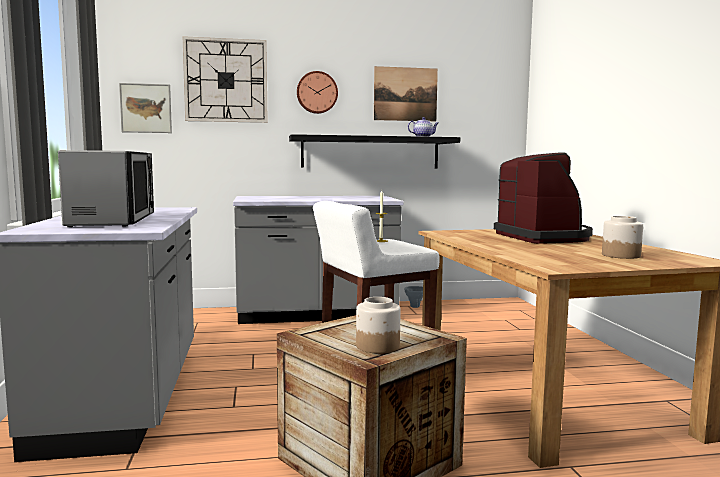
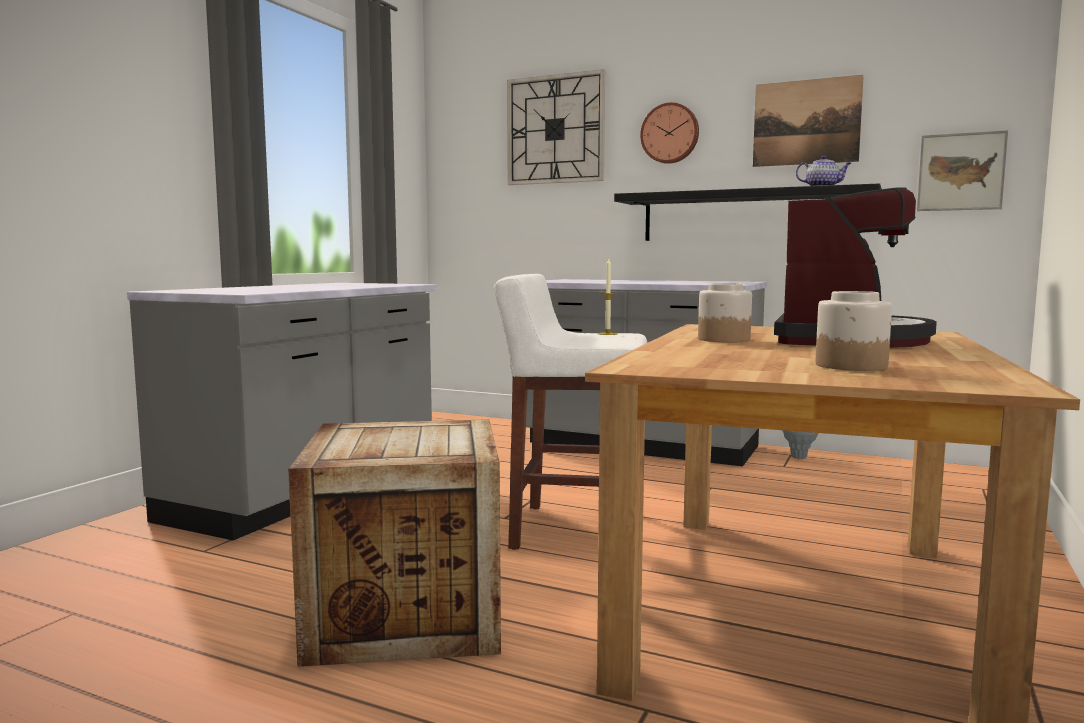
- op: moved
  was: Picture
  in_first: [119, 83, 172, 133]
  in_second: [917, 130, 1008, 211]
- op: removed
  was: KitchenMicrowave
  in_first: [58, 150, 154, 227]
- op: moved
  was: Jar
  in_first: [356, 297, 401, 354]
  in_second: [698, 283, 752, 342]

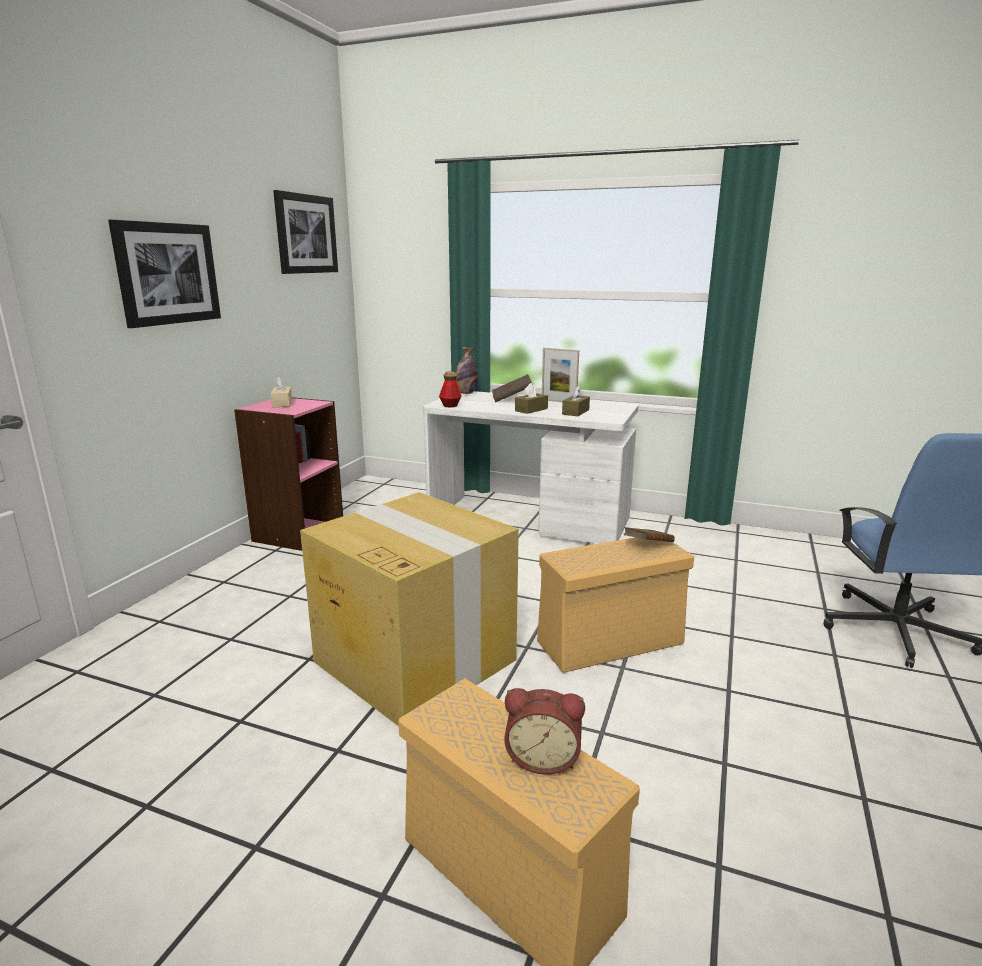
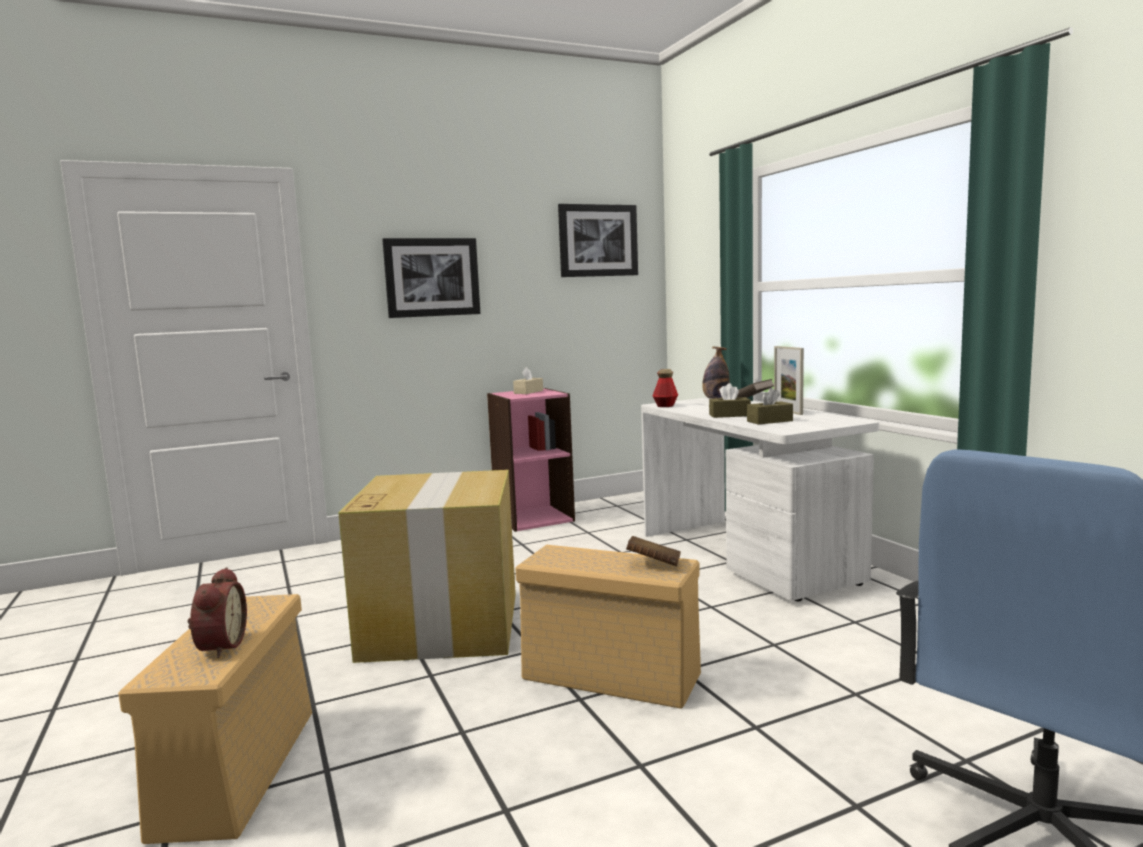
- op: turned
  was: BedsideClock
  in_first: [505, 688, 585, 775]
  in_second: [188, 567, 247, 658]
  clockwise: -150

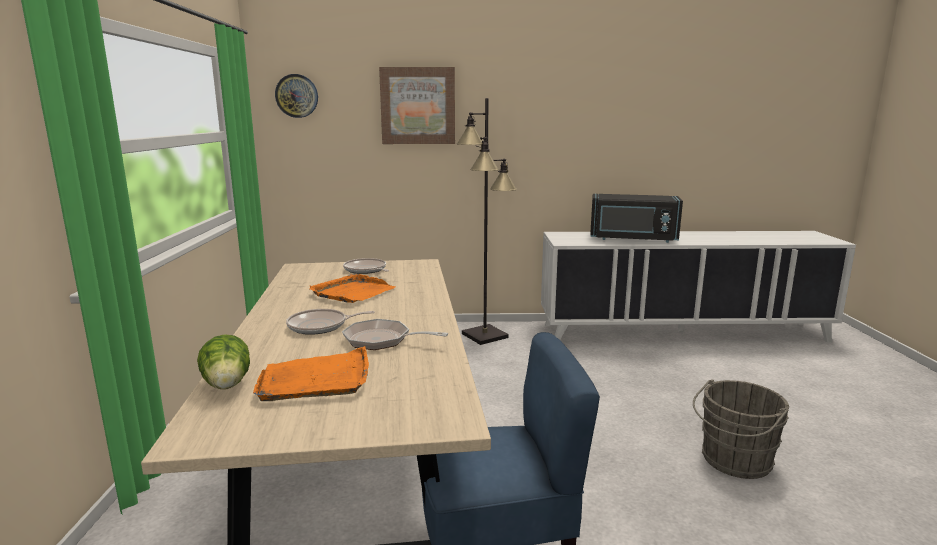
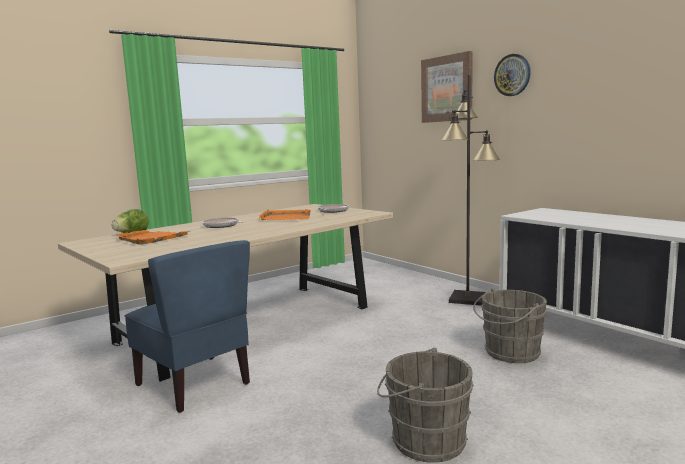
- op: moved
  was: ClockOnTheWall
  in_first: [275, 74, 318, 118]
  in_second: [494, 54, 531, 96]
- op: removed
  was: BlackKitchenMicrowave
  in_first: [591, 194, 683, 243]
- op: removed
  was: FryingPan
  in_first: [342, 319, 448, 350]
- op: added
  now: GrayWaterBucket
  in_second: [473, 288, 547, 363]

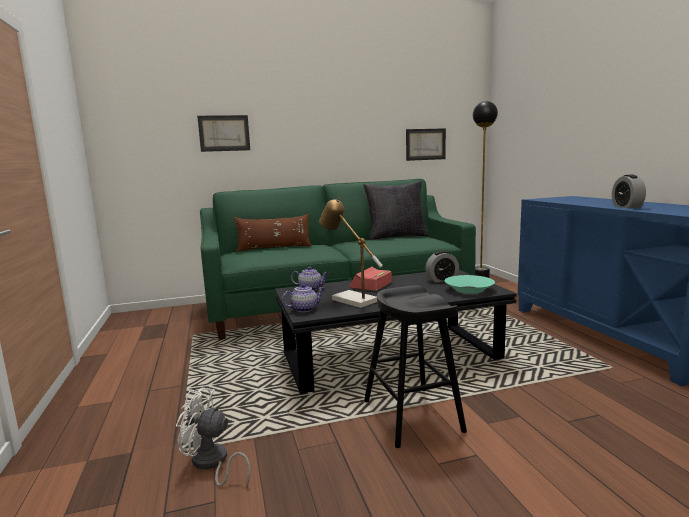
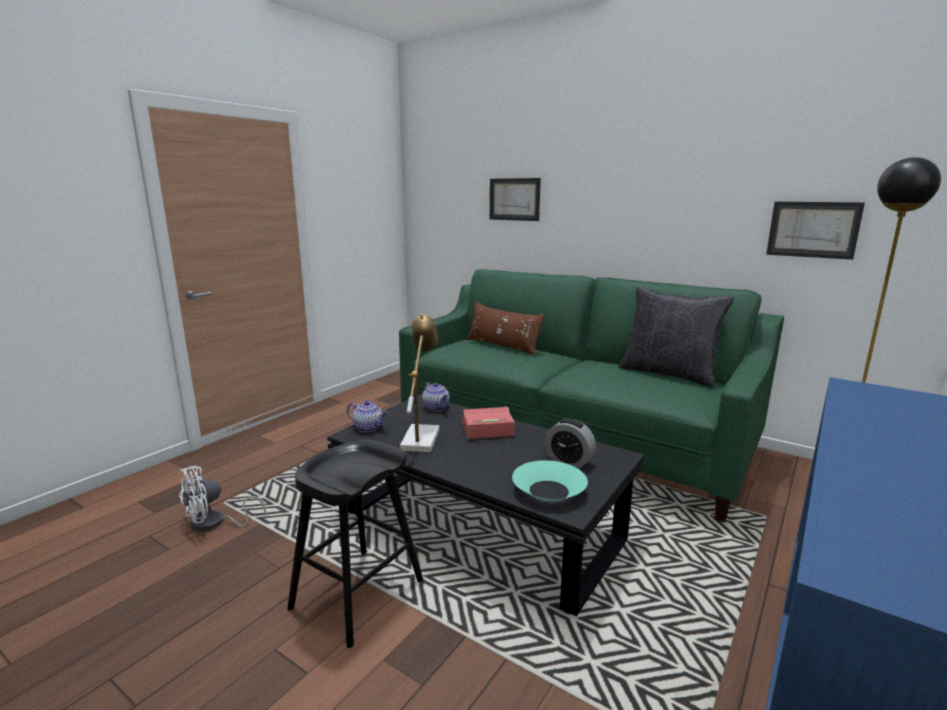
- op: removed
  was: BedsideClock
  in_first: [612, 174, 646, 208]
- op: turned
  was: WhitishFan
  in_first: [176, 388, 251, 487]
  in_second: [179, 466, 266, 532]
  clockwise: -105

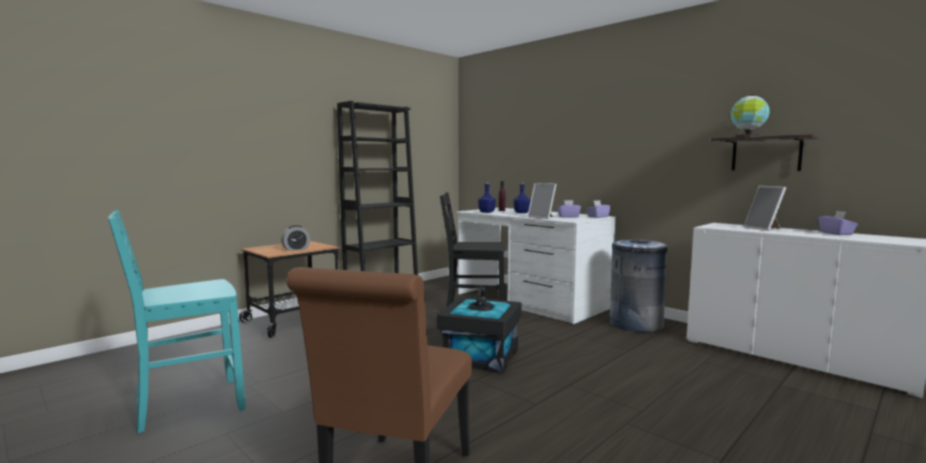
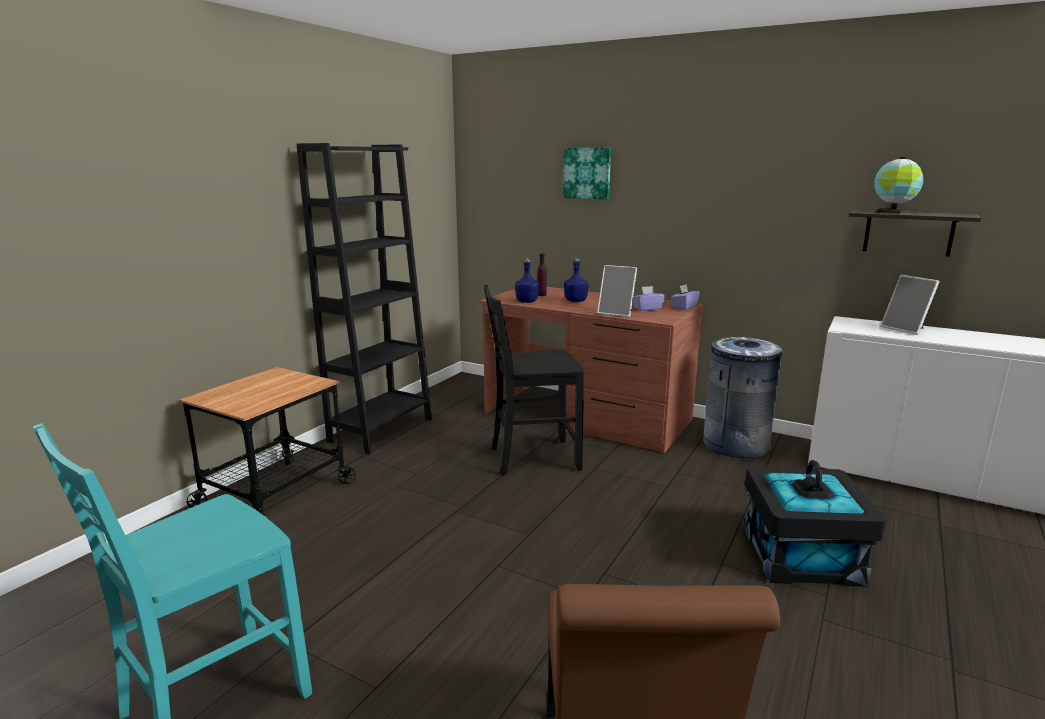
- op: recoloured
  was: WhitishDesk
  now: BrownishDesk
  in_first: [456, 208, 616, 324]
  in_second: [480, 287, 703, 454]
- op: removed
  was: PurpleColouredBoxOfTissues
  in_first: [818, 211, 858, 235]
- op: removed
  was: BedsideClock
  in_first: [281, 225, 310, 251]
- op: moved
  was: BlackStorageBox
  in_first: [437, 286, 522, 373]
  in_second: [744, 460, 887, 587]
- op: added
  now: Picture
  in_second: [563, 148, 611, 199]

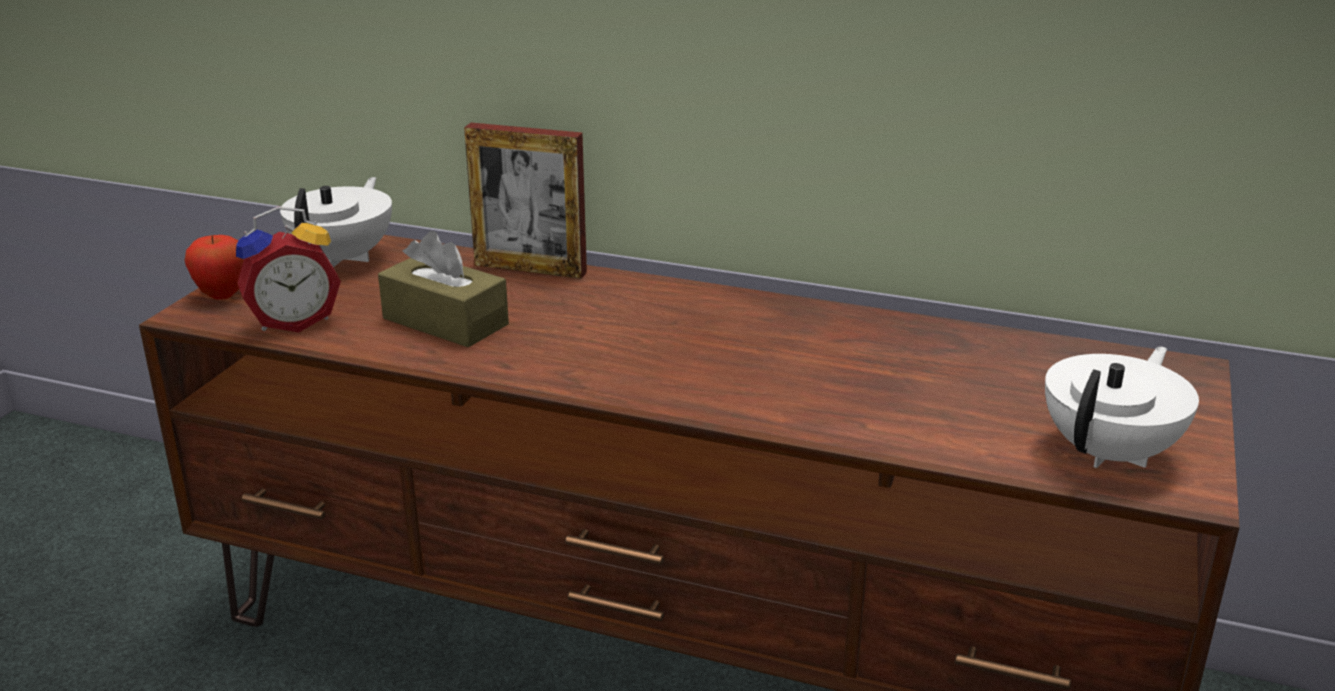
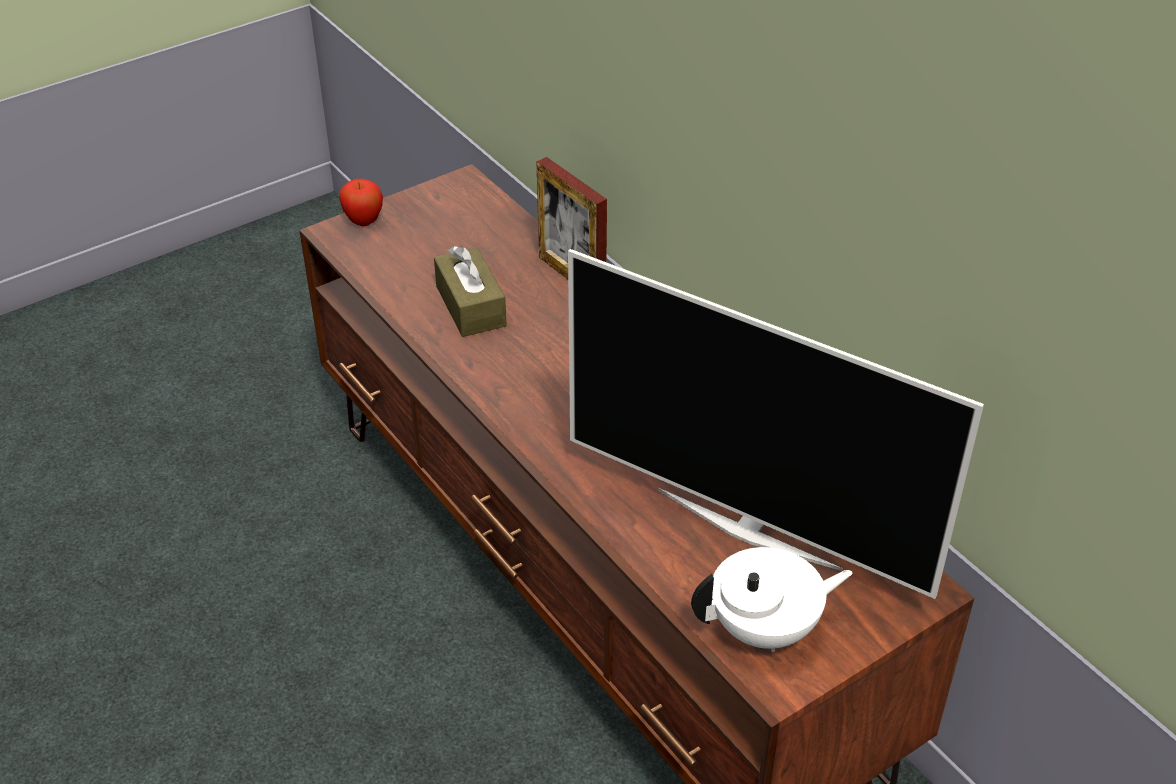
- op: removed
  was: WhitishPotForTea
  in_first: [280, 177, 392, 267]
- op: removed
  was: BedsideClock
  in_first: [236, 207, 341, 332]
- op: added
  now: Television
  in_second: [568, 249, 984, 599]

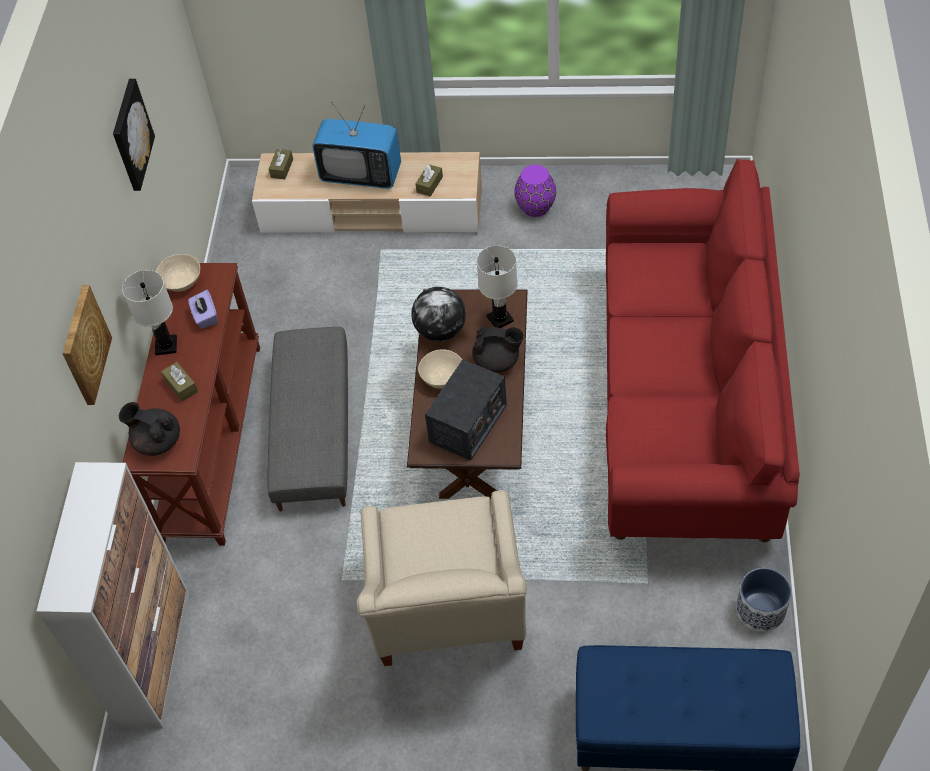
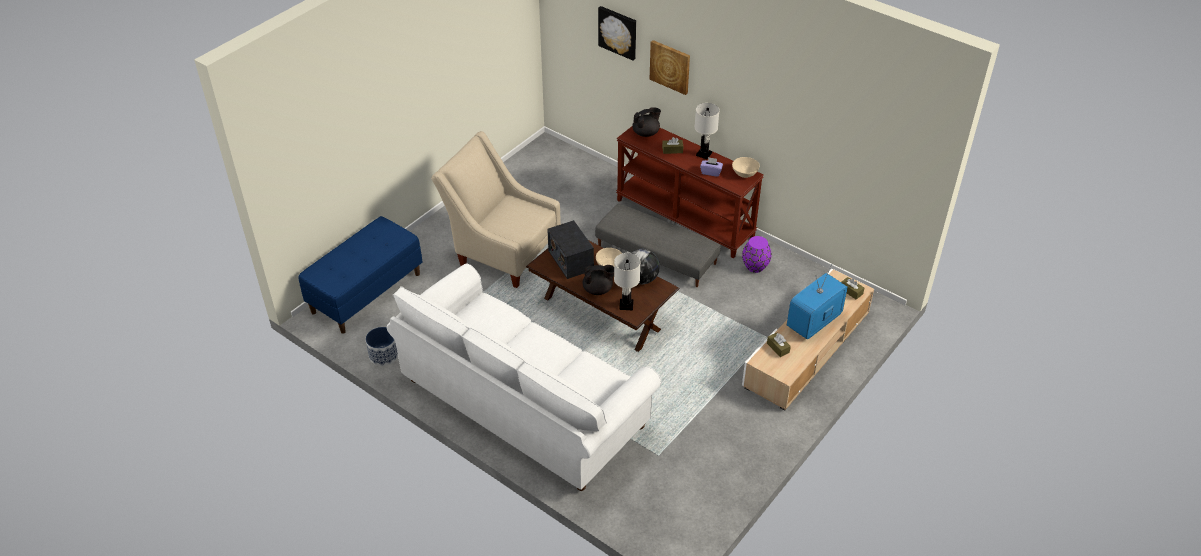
- op: moved
  was: Picture
  in_first: [113, 79, 155, 191]
  in_second: [598, 6, 636, 60]
- op: recoloured
  was: ReddishCouch
  now: WhitishCouch
  in_first: [606, 159, 800, 542]
  in_second: [387, 264, 662, 491]
- op: moved
  was: PurpleColouredFlowerVase
  in_first: [514, 165, 556, 217]
  in_second: [742, 236, 771, 273]
- op: turned
  was: BlackPotForTea
  in_first: [472, 326, 524, 373]
  in_second: [582, 265, 614, 295]
  clockwise: -135
- op: removed
  was: Cabinet
  in_first: [36, 462, 189, 729]

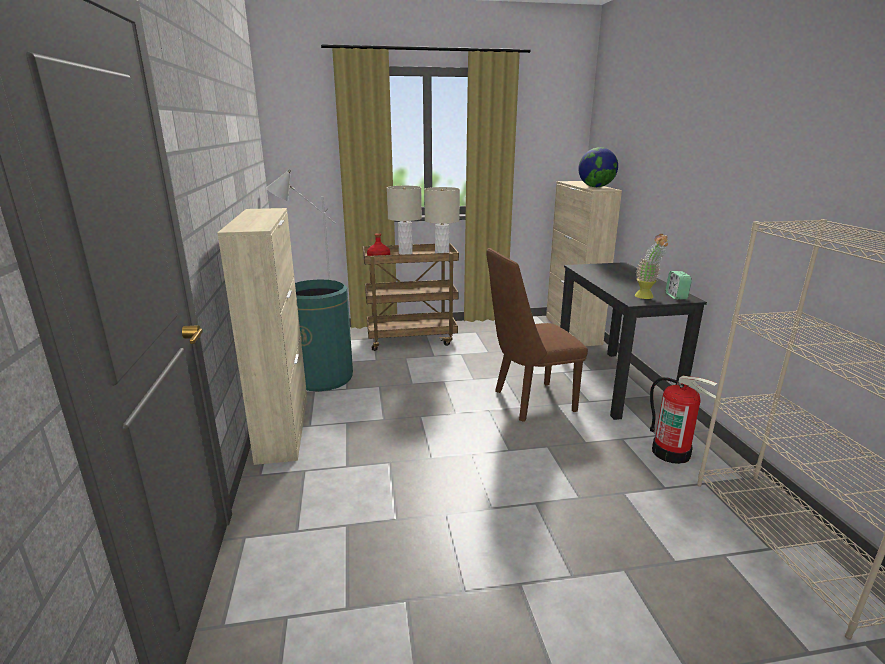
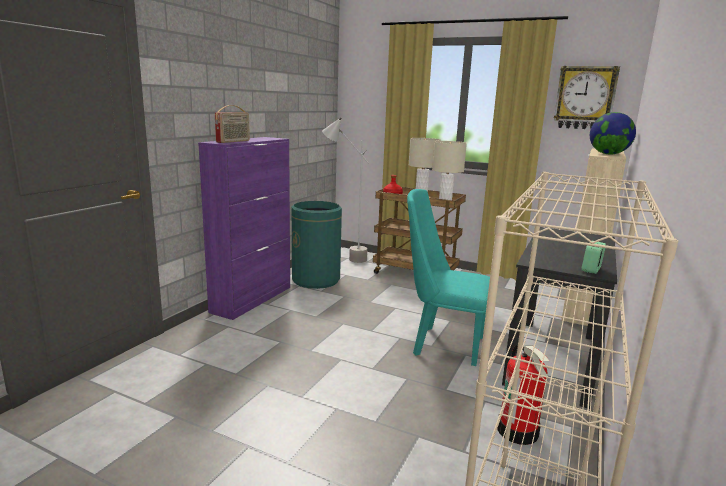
- op: recoloured
  was: BeigeColouredCabinet
  now: PurpleColouredCabinet
  in_first: [217, 208, 307, 465]
  in_second: [198, 137, 290, 320]
- op: removed
  was: Houseplant
  in_first: [635, 234, 669, 299]
- op: recoloured
  was: BrownishPlainChair
  now: TurquoiseColouredPlainChair
  in_first: [486, 248, 588, 422]
  in_second: [407, 189, 490, 366]
- op: added
  now: ClockOnTheWall
  in_second: [554, 66, 620, 129]
- op: added
  now: RadioReceiver
  in_second: [215, 105, 250, 143]

